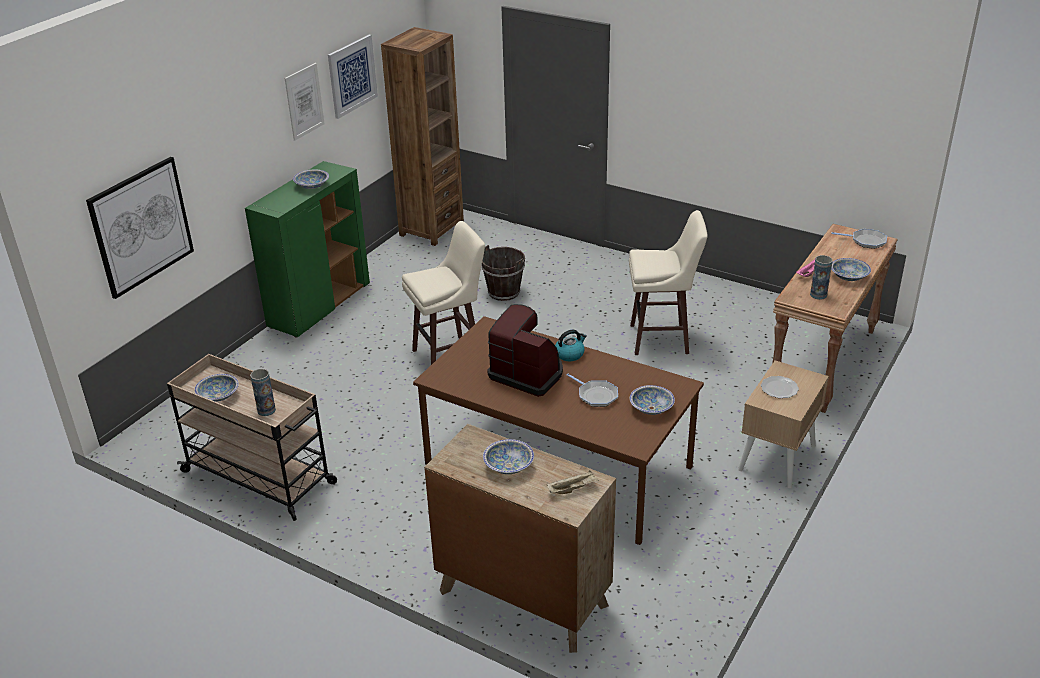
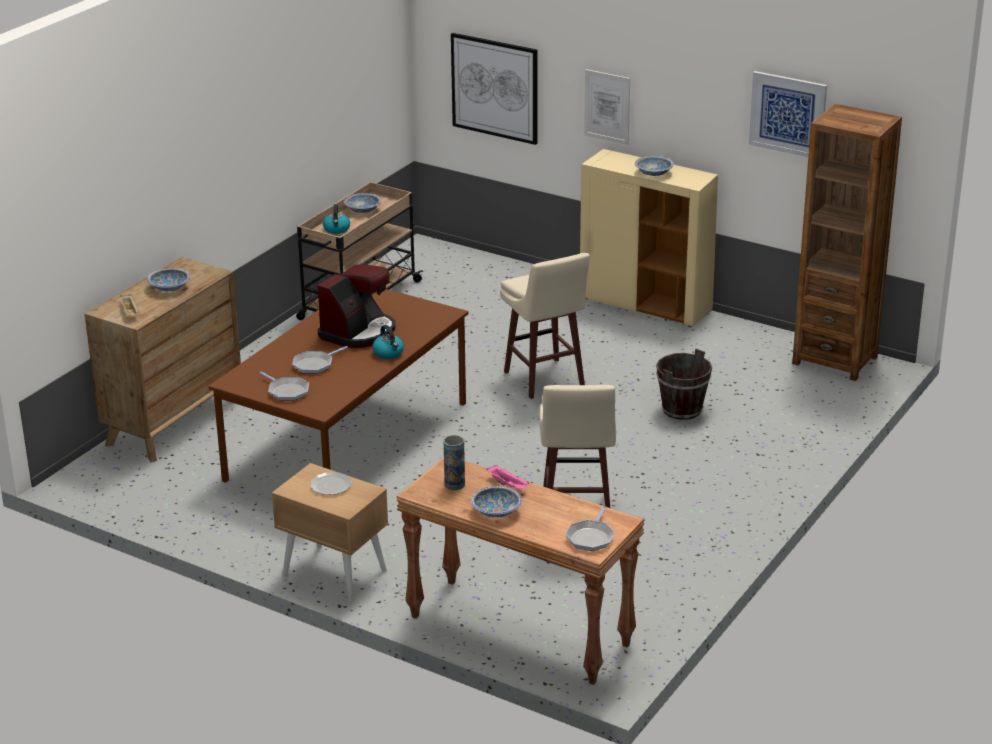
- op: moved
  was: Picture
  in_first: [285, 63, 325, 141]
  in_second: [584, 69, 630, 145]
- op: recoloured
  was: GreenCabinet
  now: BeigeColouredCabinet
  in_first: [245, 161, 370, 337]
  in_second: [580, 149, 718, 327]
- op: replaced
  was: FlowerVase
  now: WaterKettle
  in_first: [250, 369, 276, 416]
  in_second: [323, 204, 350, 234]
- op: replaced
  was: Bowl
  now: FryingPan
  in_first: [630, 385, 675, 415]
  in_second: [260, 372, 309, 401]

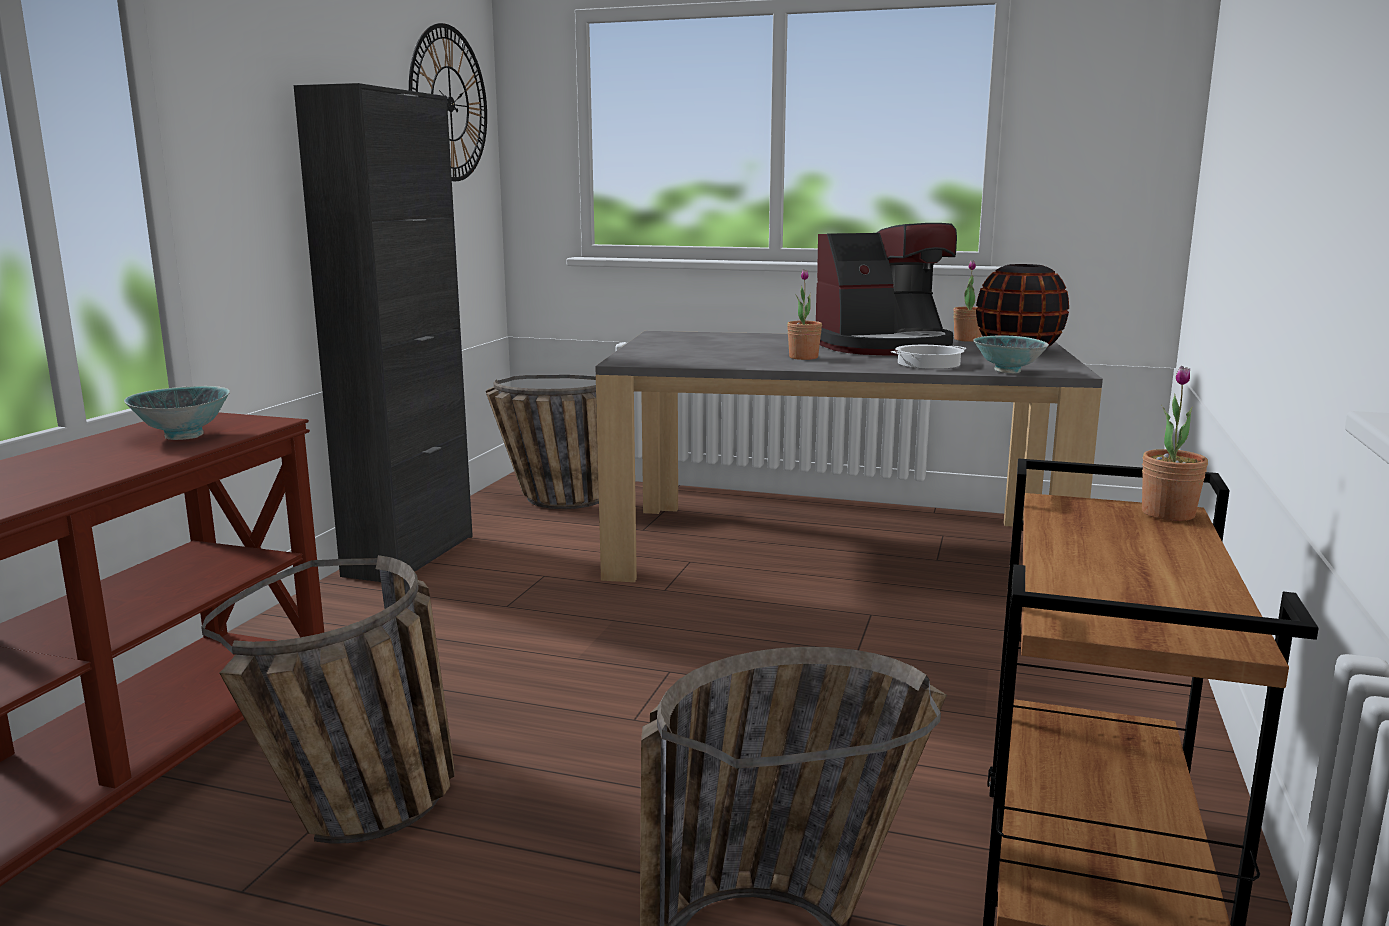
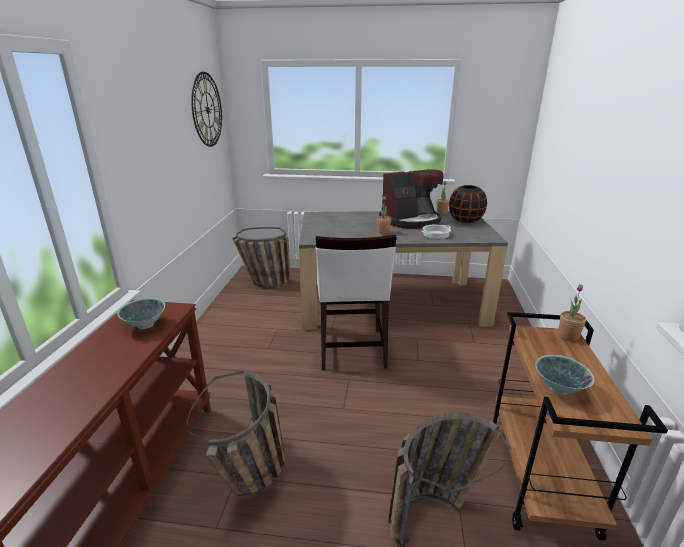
- op: removed
  was: BlackCabinet
  in_first: [294, 83, 473, 582]
- op: moved
  was: Bowl
  in_first: [973, 335, 1049, 374]
  in_second: [535, 355, 595, 395]
- op: added
  now: WhitishPlainChair
  in_second: [316, 235, 397, 371]

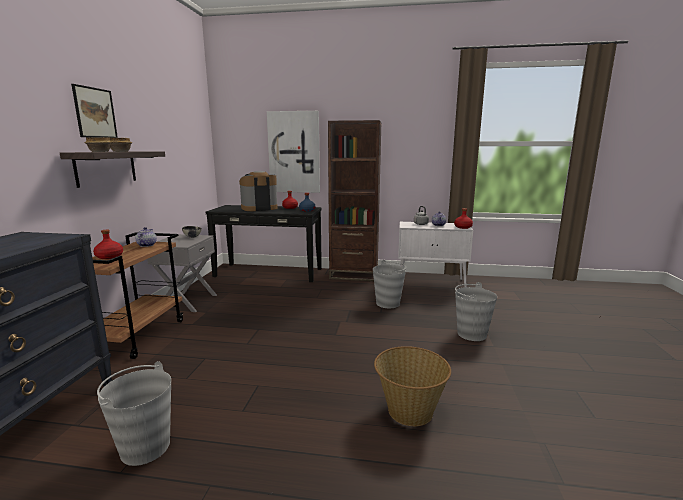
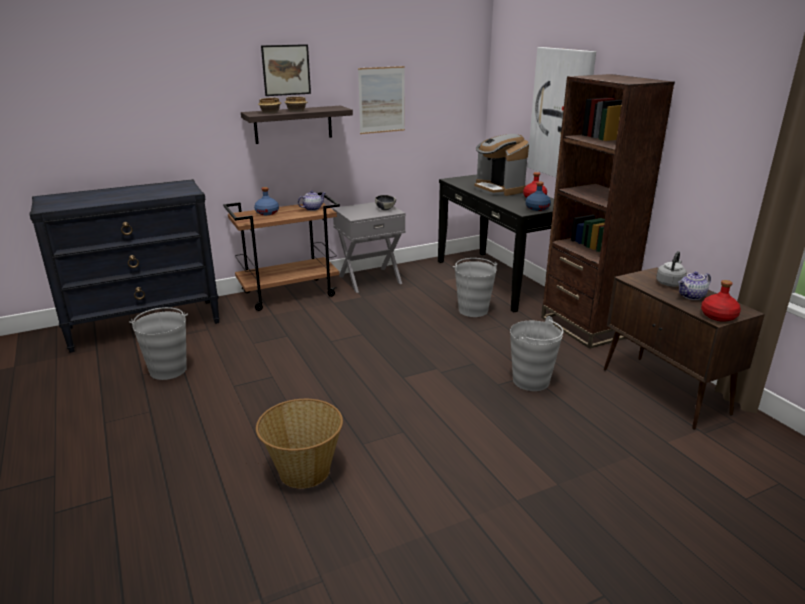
- op: turned
  was: CoffeeMaker
  in_first: [239, 171, 278, 211]
  in_second: [474, 134, 529, 196]
  clockwise: -150
- op: recoloured
  was: WhitishCabinet
  now: BrownishCabinet
  in_first: [398, 222, 473, 287]
  in_second: [604, 267, 765, 430]
- op: recoloured
  was: ReddishBottle
  now: BluishBottle
  in_first: [93, 230, 123, 259]
  in_second: [254, 187, 279, 215]
- op: moved
  was: GrayWaterBucket
  in_first: [455, 282, 497, 341]
  in_second: [453, 258, 498, 317]
- op: added
  now: Picture
  in_second: [358, 66, 405, 134]

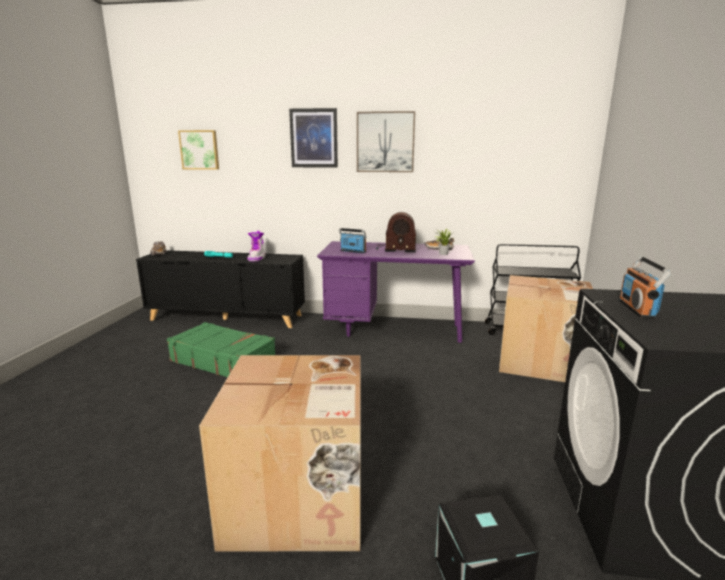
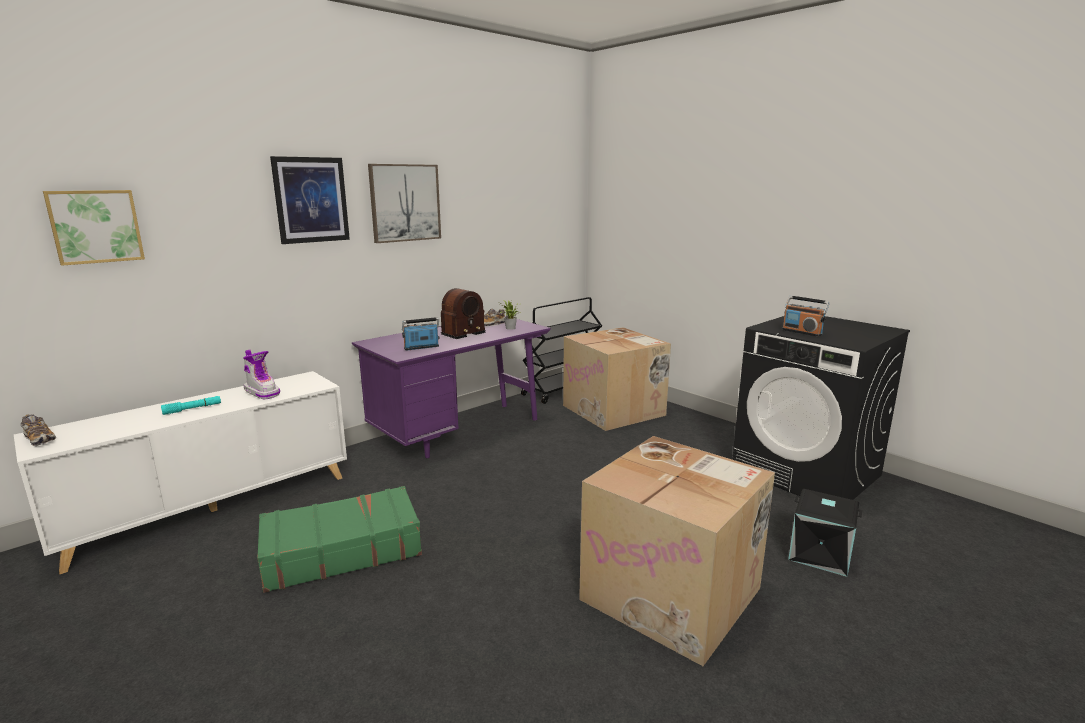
- op: recoloured
  was: BlackCabinet
  now: WhitishCabinet
  in_first: [136, 250, 305, 328]
  in_second: [14, 371, 347, 574]

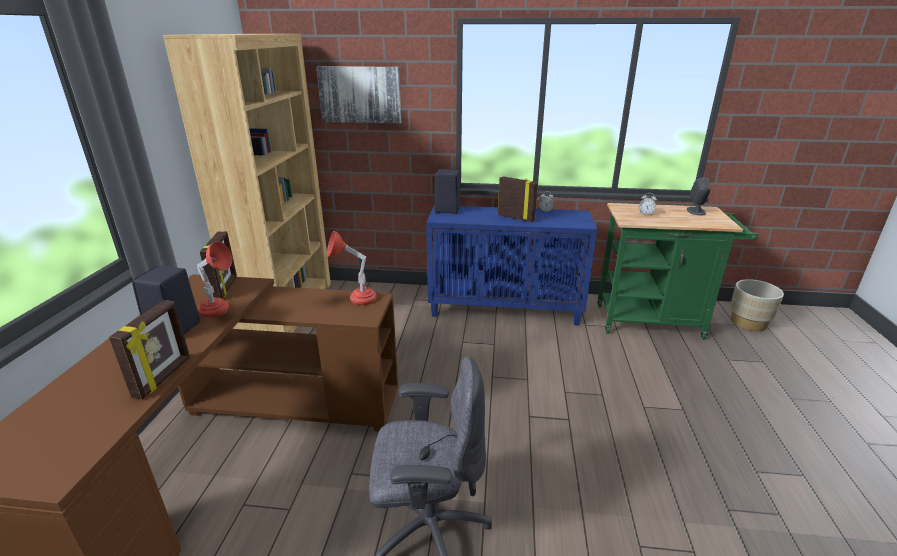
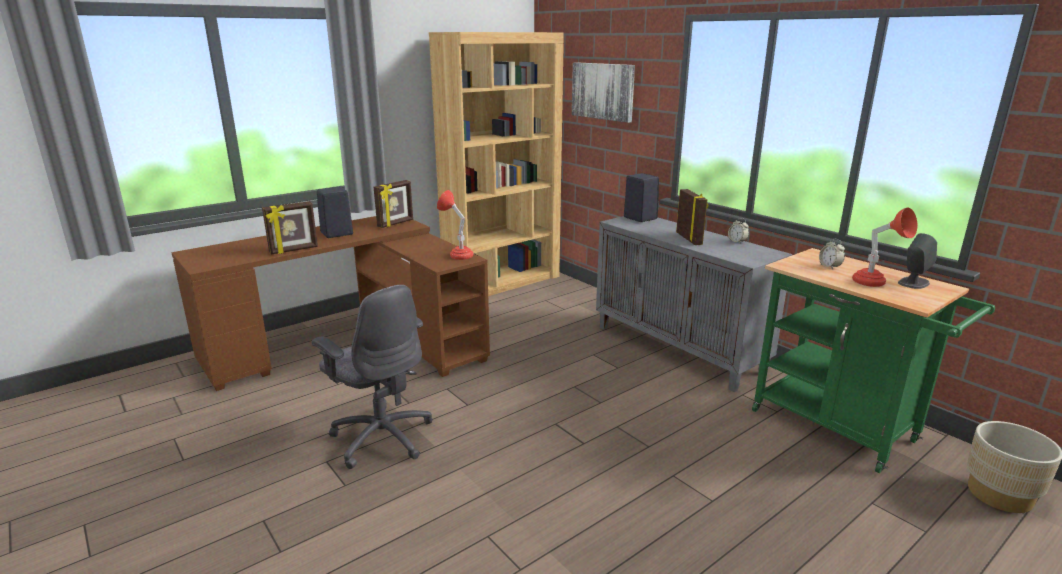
- op: recoloured
  was: BluishCabinet
  now: GrayCabinet
  in_first: [426, 206, 597, 325]
  in_second: [596, 216, 792, 392]
- op: moved
  was: ReddishTabletopLamp
  in_first: [197, 242, 232, 317]
  in_second: [852, 208, 917, 287]

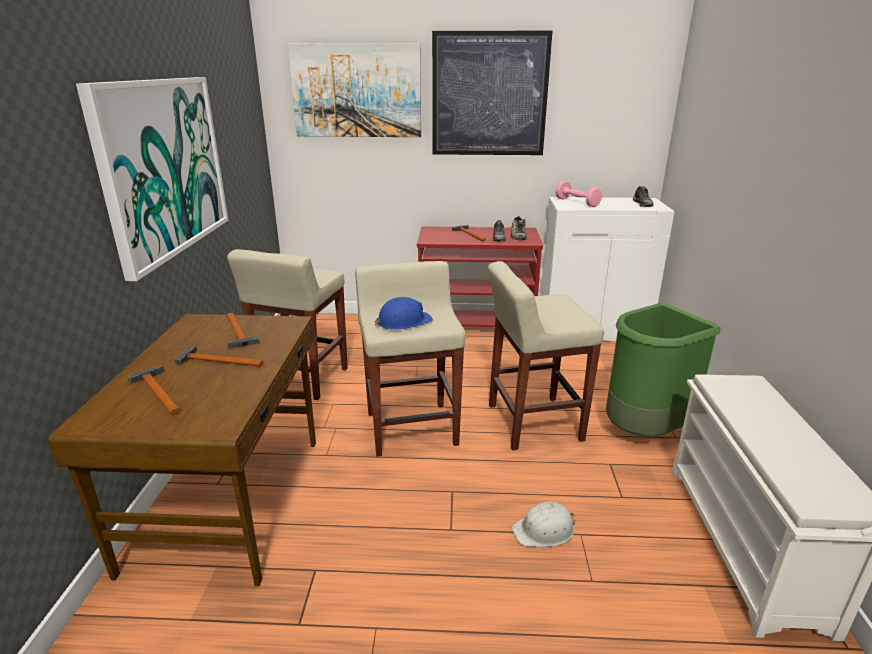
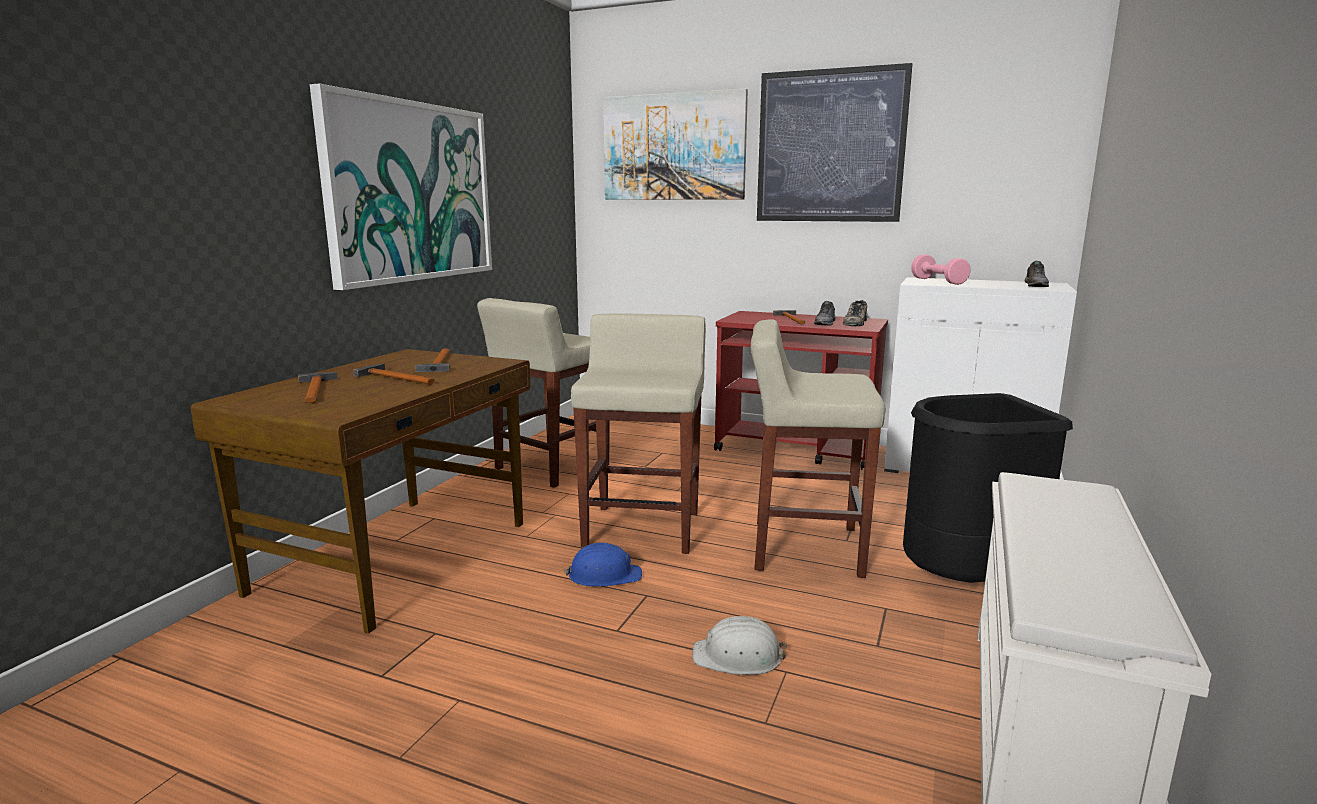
- op: moved
  was: BluishWorkHelmet
  in_first: [375, 297, 433, 330]
  in_second: [564, 543, 642, 587]
- op: recoloured
  was: GreenWasteBin
  now: BlackWasteBin
  in_first: [606, 303, 720, 437]
  in_second: [903, 393, 1073, 583]

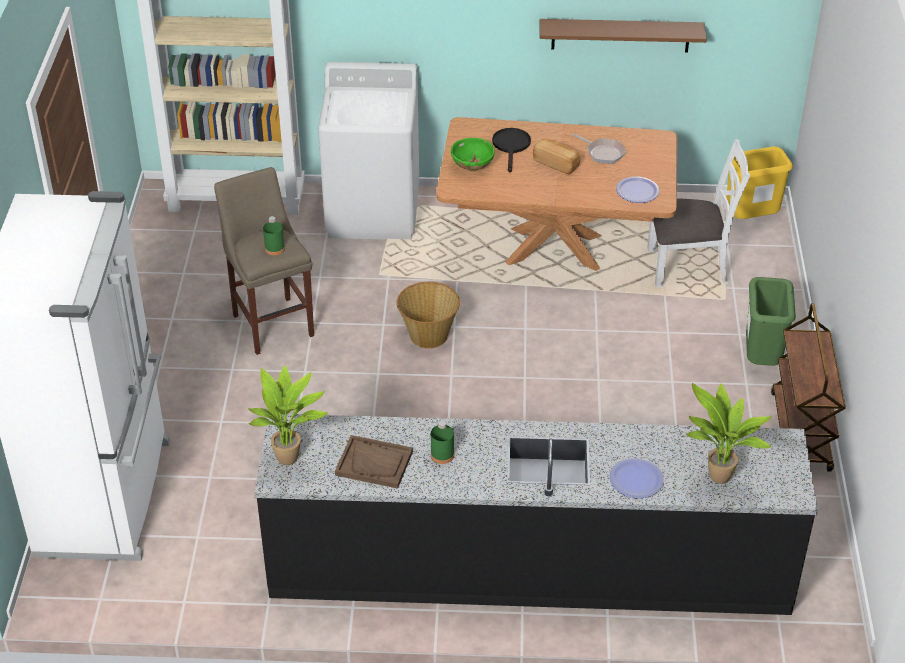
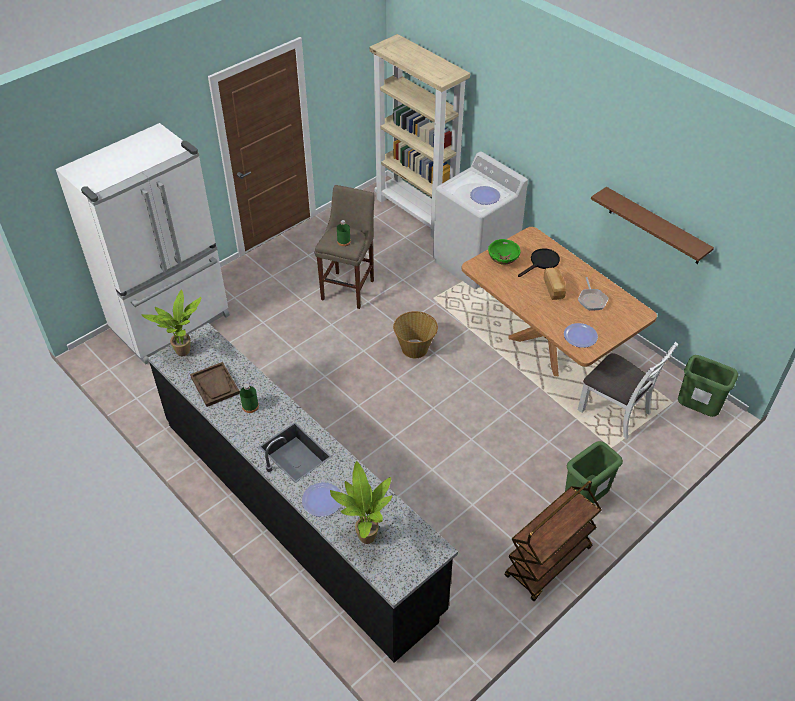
- op: recoloured
  was: YellowColouredWasteBin
  now: GreenWasteBin
  in_first: [726, 146, 793, 219]
  in_second: [678, 355, 738, 417]
- op: added
  now: DinnerPlate
  in_second: [470, 186, 500, 205]

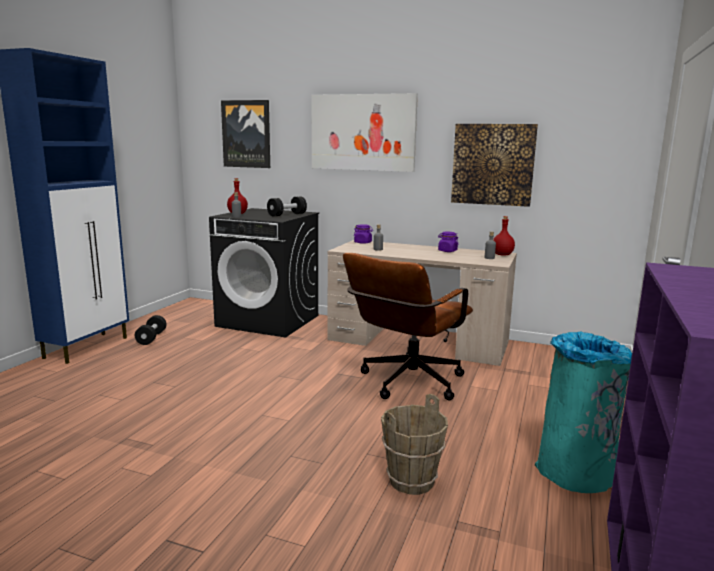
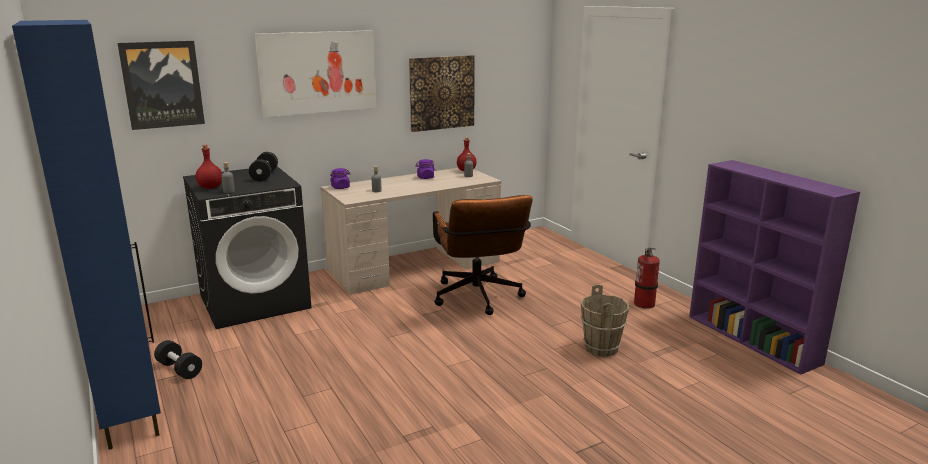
- op: replaced
  was: TurquoiseColouredWasteBin
  now: FireFightingCylinder
  in_first: [535, 331, 632, 493]
  in_second: [634, 248, 660, 309]

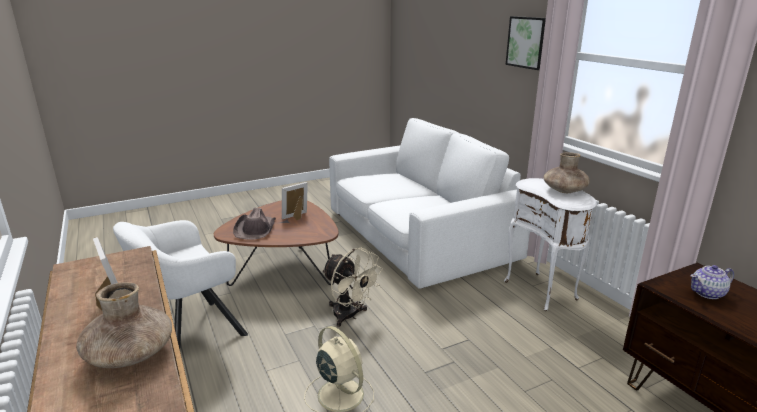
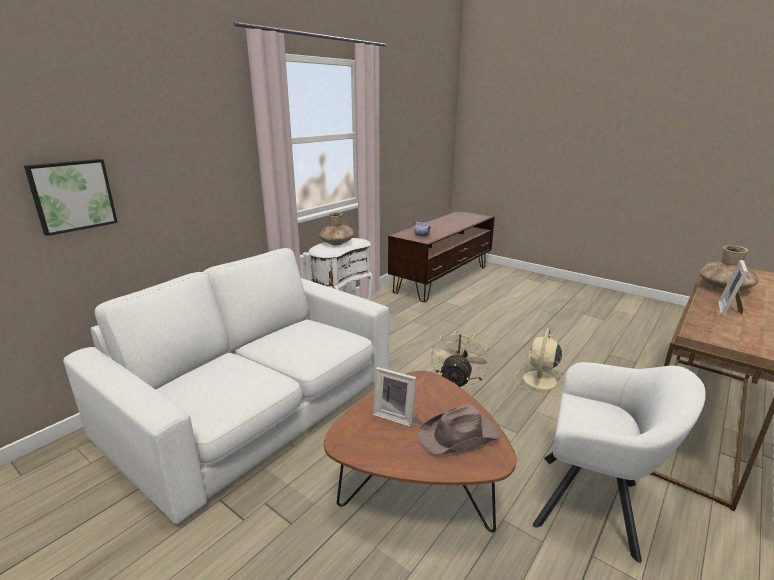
- op: moved
  was: Picture
  in_first: [506, 16, 546, 70]
  in_second: [24, 159, 118, 236]

